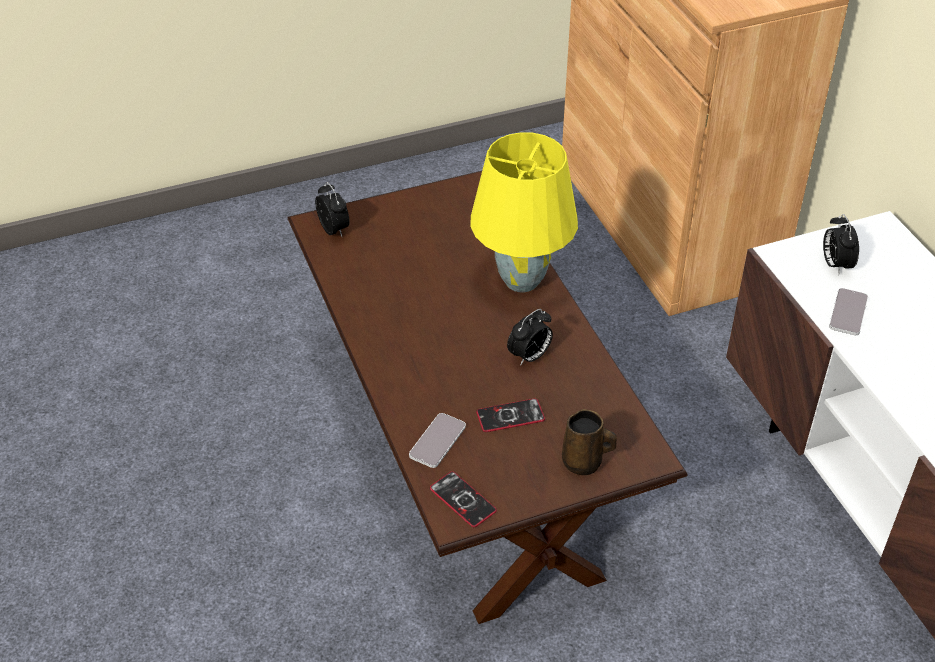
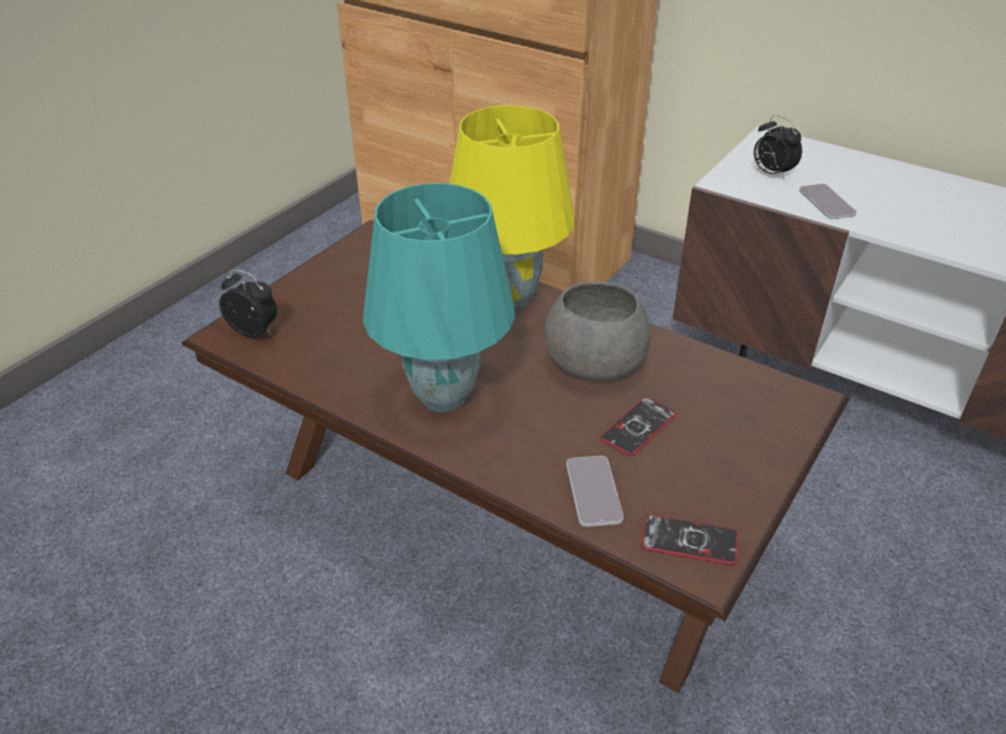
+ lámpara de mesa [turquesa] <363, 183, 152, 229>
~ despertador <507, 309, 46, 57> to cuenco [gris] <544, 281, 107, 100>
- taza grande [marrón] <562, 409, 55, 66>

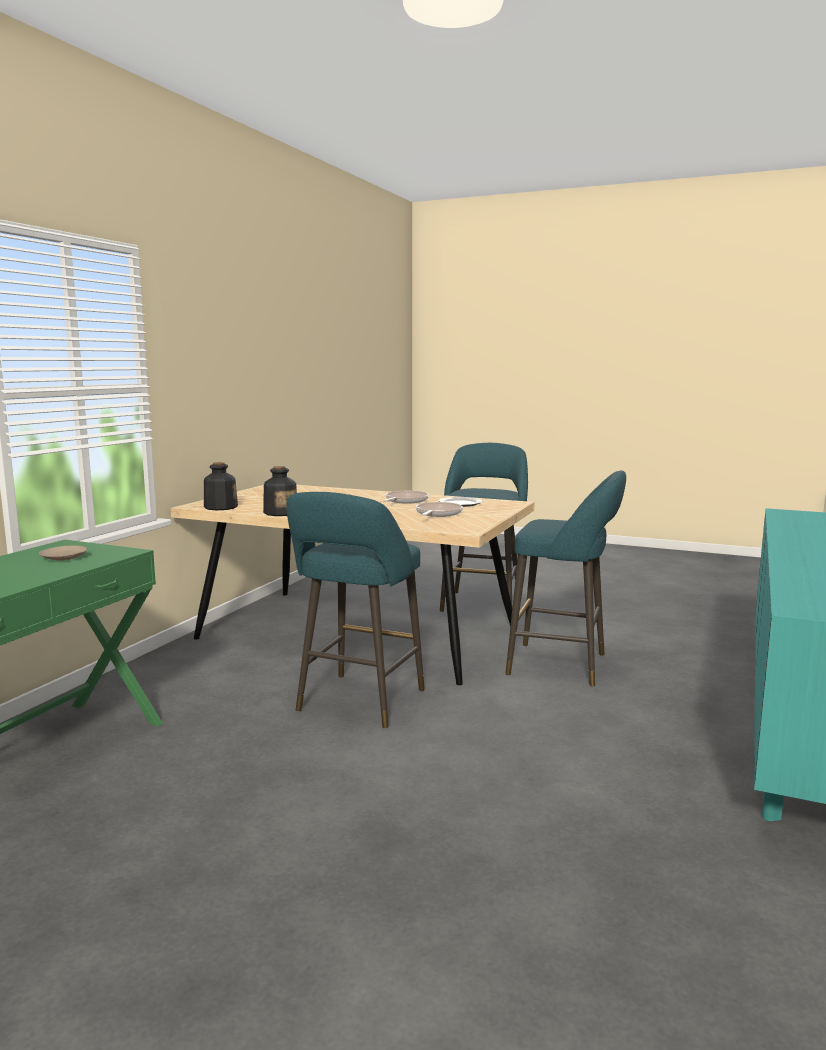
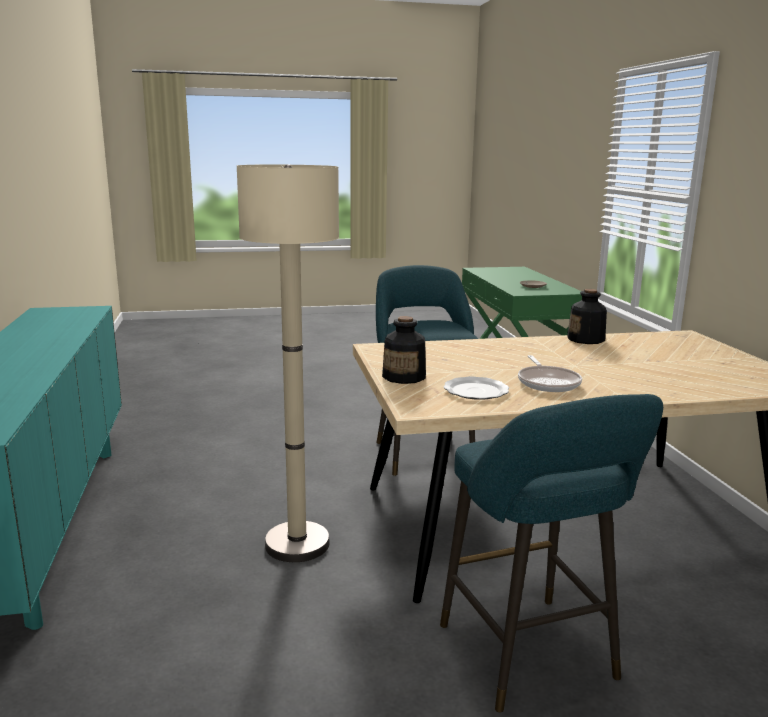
~ taburete [turquesa] <505, 470, 121, 216> to lámpara de pie [beis] <237, 164, 102, 398>
~ botella <204, 462, 34, 48> to <382, 316, 44, 68>
- sartén <416, 502, 47, 15>

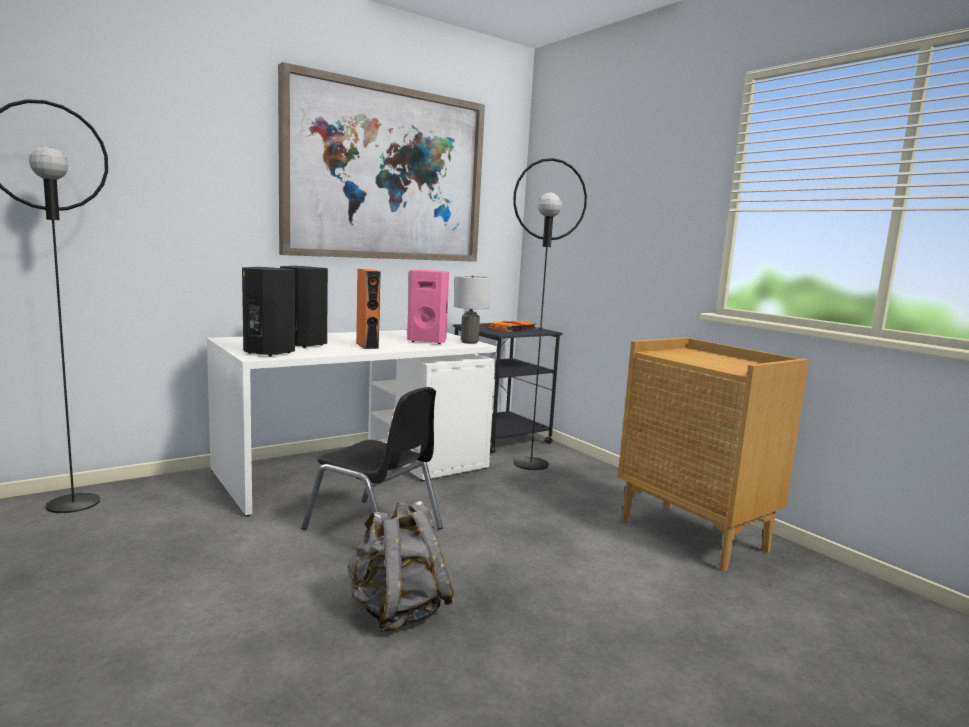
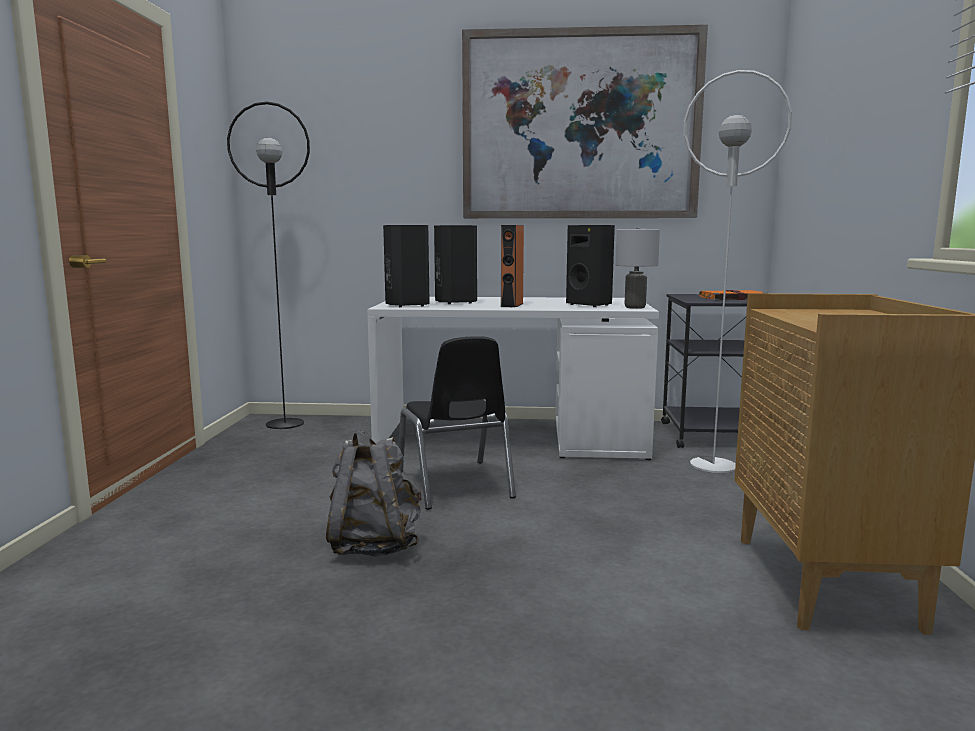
~ altavoz [rosa] <407, 270, 42, 74> to altavoz [negro] <566, 225, 49, 82>
~ lámpara de pie [negro] <513, 158, 74, 312> to lámpara de pie [blanco] <684, 70, 108, 403>

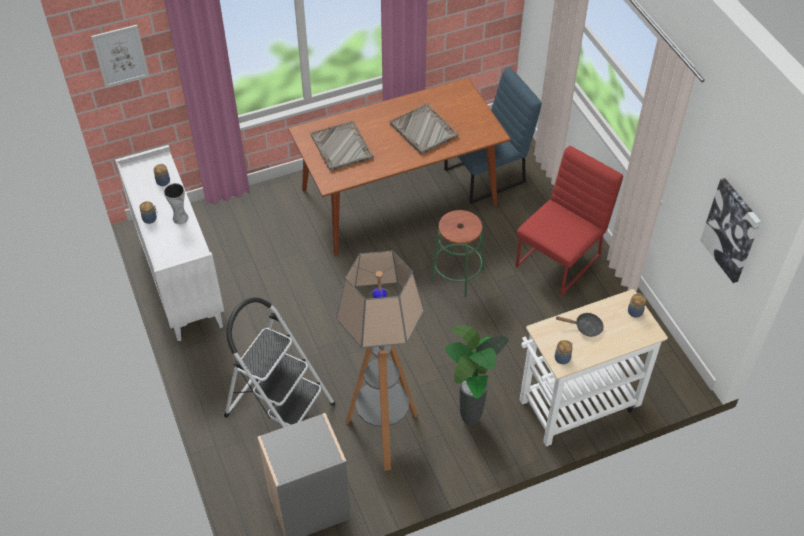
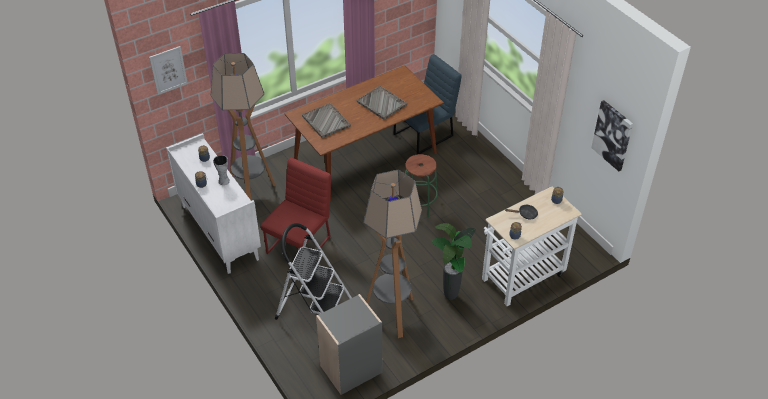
+ lámpara de pie <211, 53, 65, 148>
~ silla [rojo] <515, 146, 108, 149> to <261, 158, 70, 96>

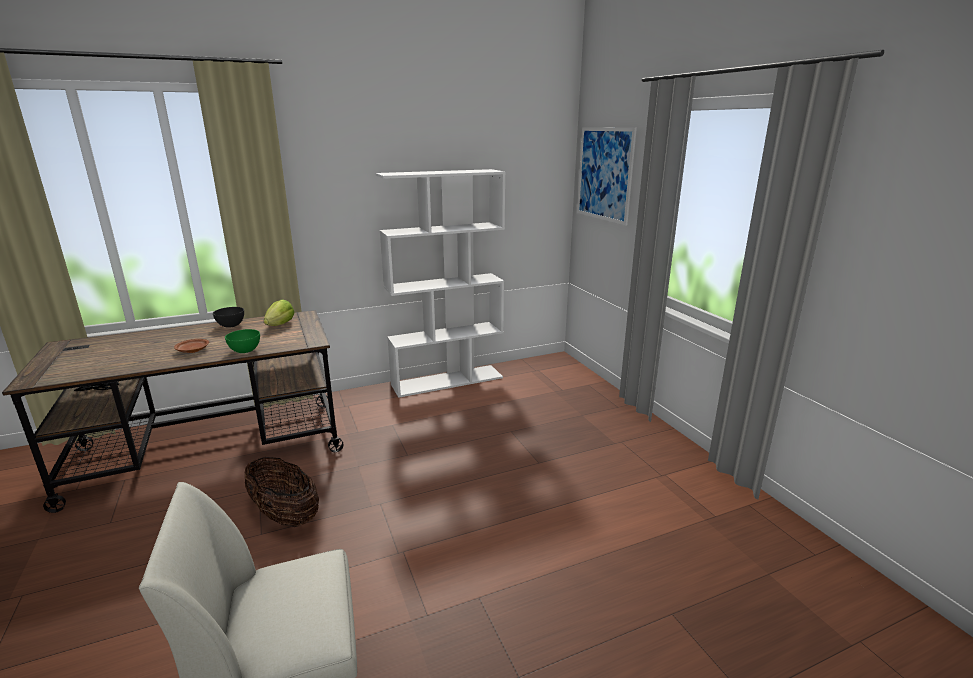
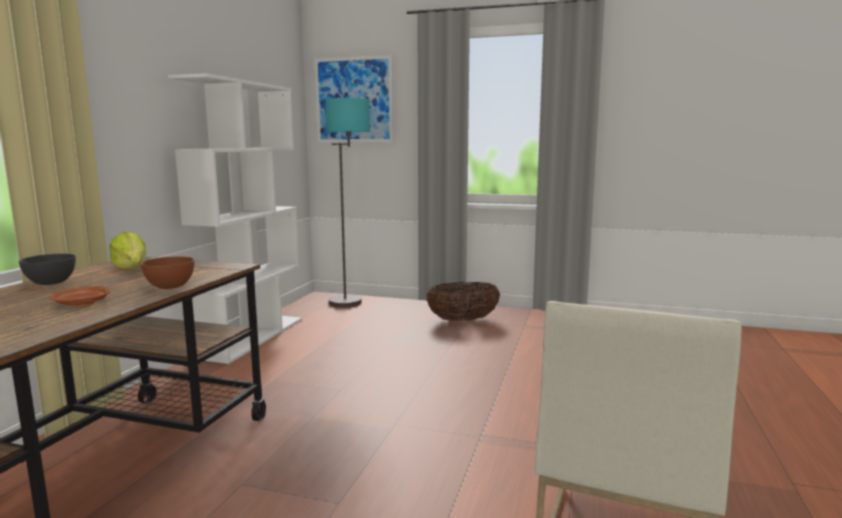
~ cuenco [verde] <225, 329, 35, 24> to cuenco [marrón] <141, 256, 53, 33>
+ lámpara de pie [turquesa] <326, 98, 44, 210>
~ cesta <245, 457, 74, 70> to <426, 282, 74, 39>

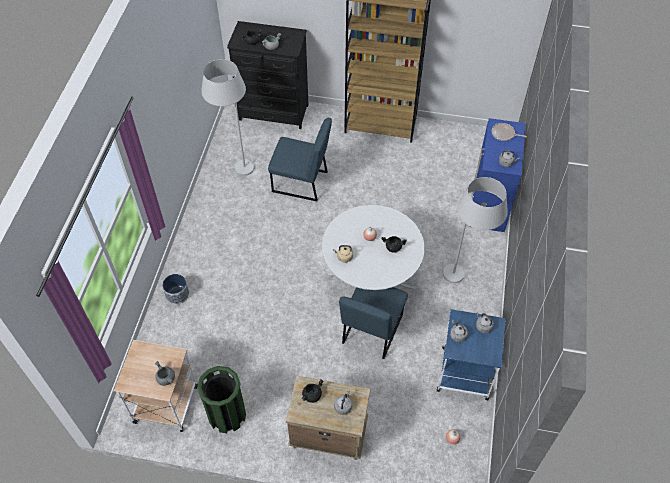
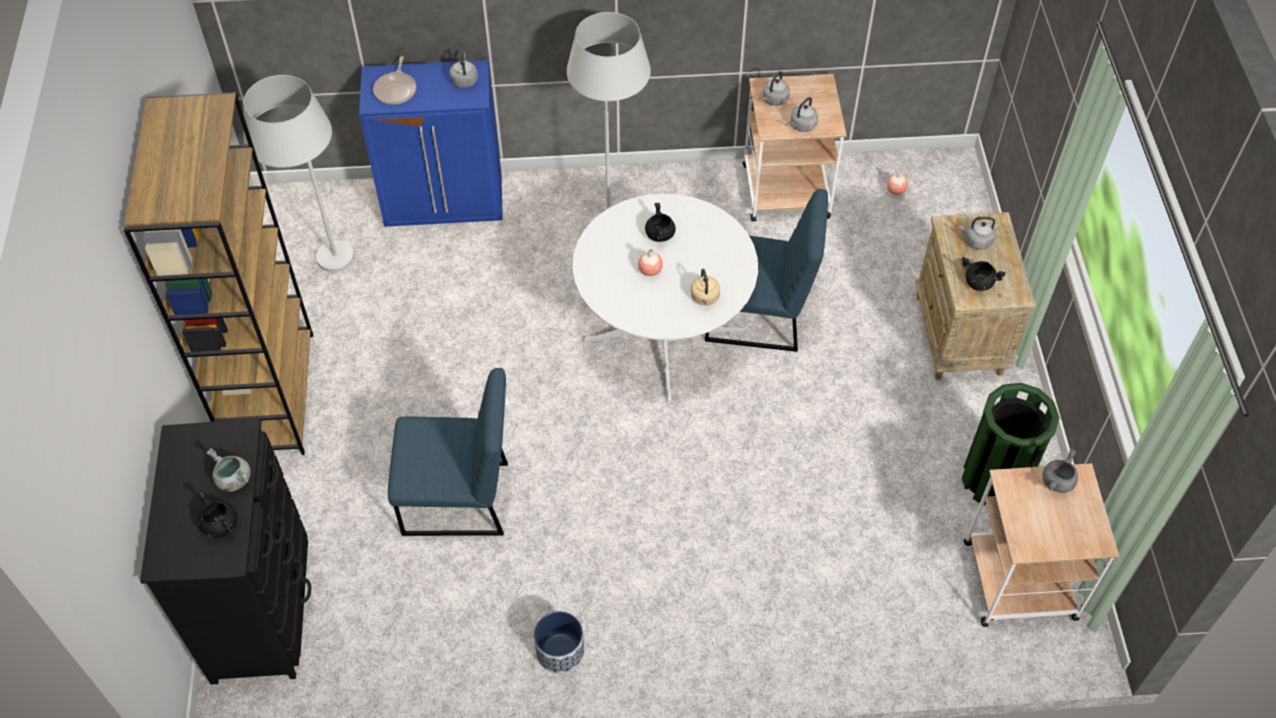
~ lámpara de pie [blanco] <201, 59, 53, 117> to <244, 75, 110, 197>
~ silla [azul] <268, 118, 64, 83> = <388, 368, 120, 168> 90 degrees clockwise
~ maceta <162, 274, 27, 31> to <534, 611, 50, 63>
~ carrito [azul] <437, 309, 69, 91> to carrito [beis] <743, 74, 104, 147>

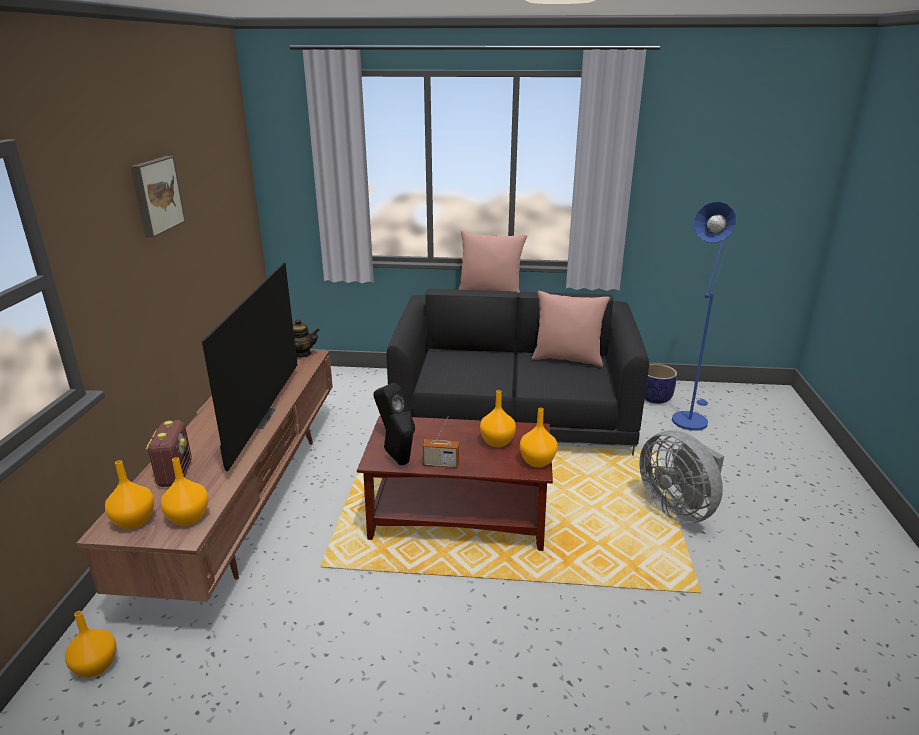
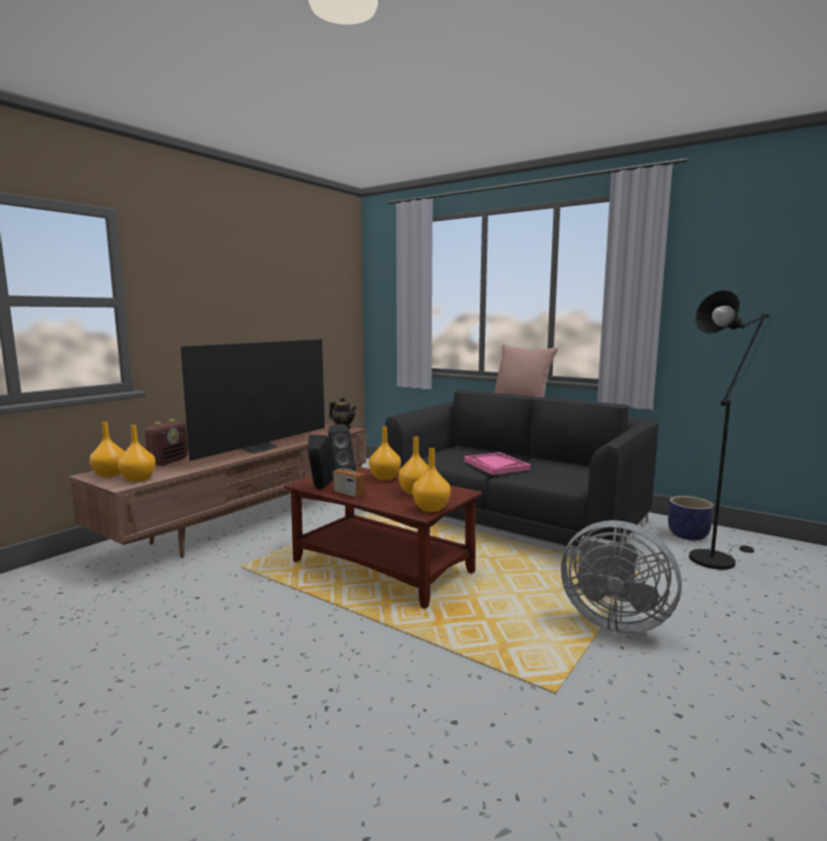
~ florero [naranja] <65, 611, 52, 67> to <369, 426, 32, 54>
+ bandeja [rosa] <464, 452, 67, 23>
~ ventilador [gris] <639, 430, 85, 93> = <561, 520, 121, 114> 60 degrees counterclockwise
~ lámpara de pie [azul] <672, 202, 65, 229> to lámpara de pie [negro] <689, 290, 82, 280>
- cuadro <131, 156, 55, 81>
- cojín [rosa] <532, 291, 78, 76>

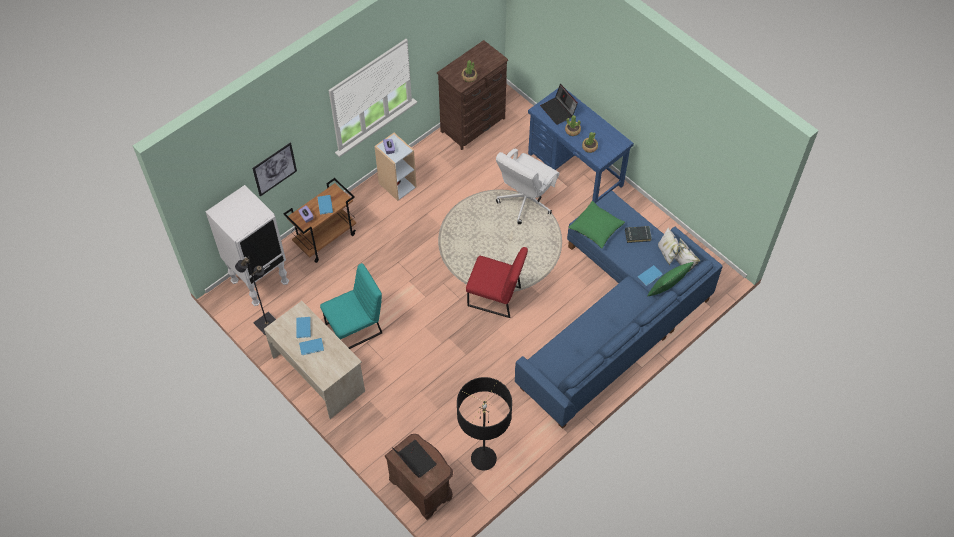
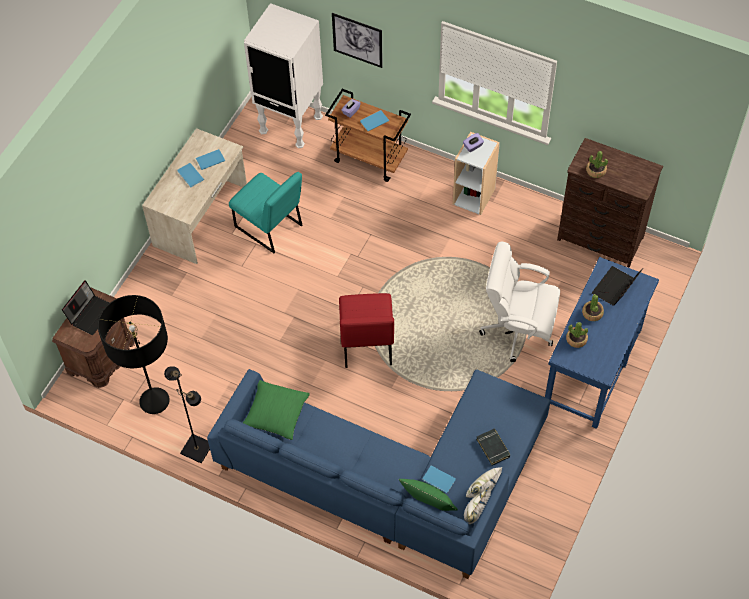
~ lámpara de pie [negro] <235, 256, 41, 79> to <164, 366, 46, 97>
~ cojín [verde] <568, 201, 57, 47> to <243, 380, 67, 60>

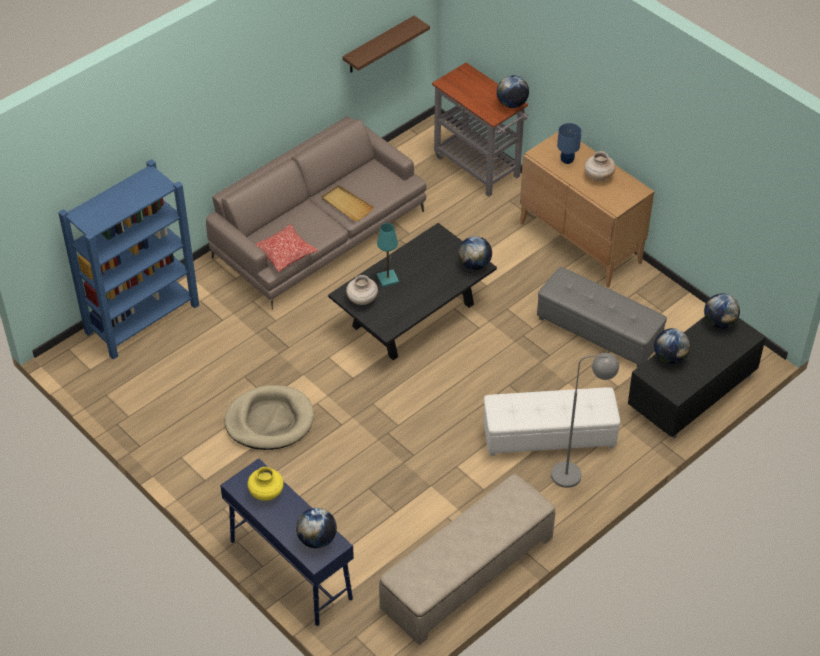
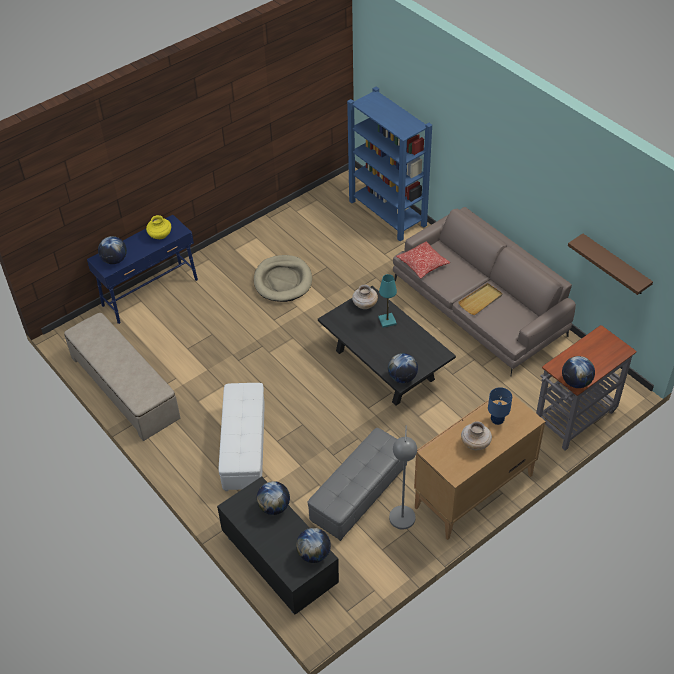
~ lámpara de pie [gris] <551, 353, 68, 135> to <389, 425, 28, 104>

